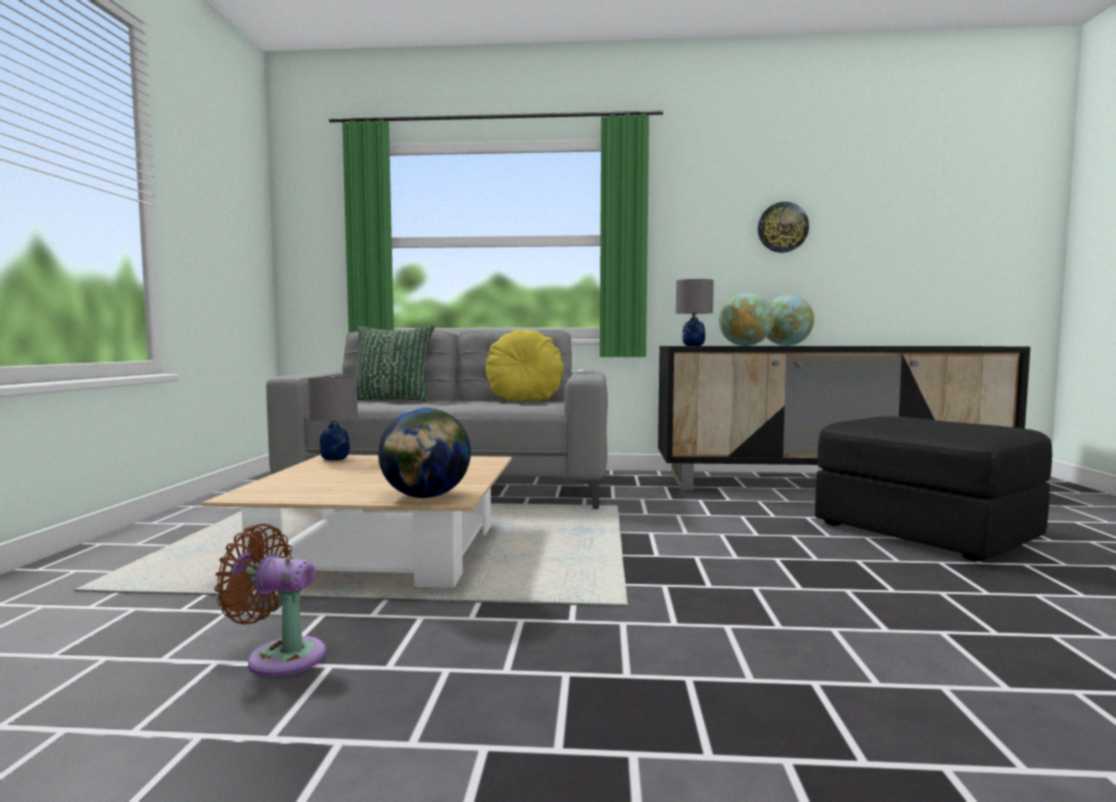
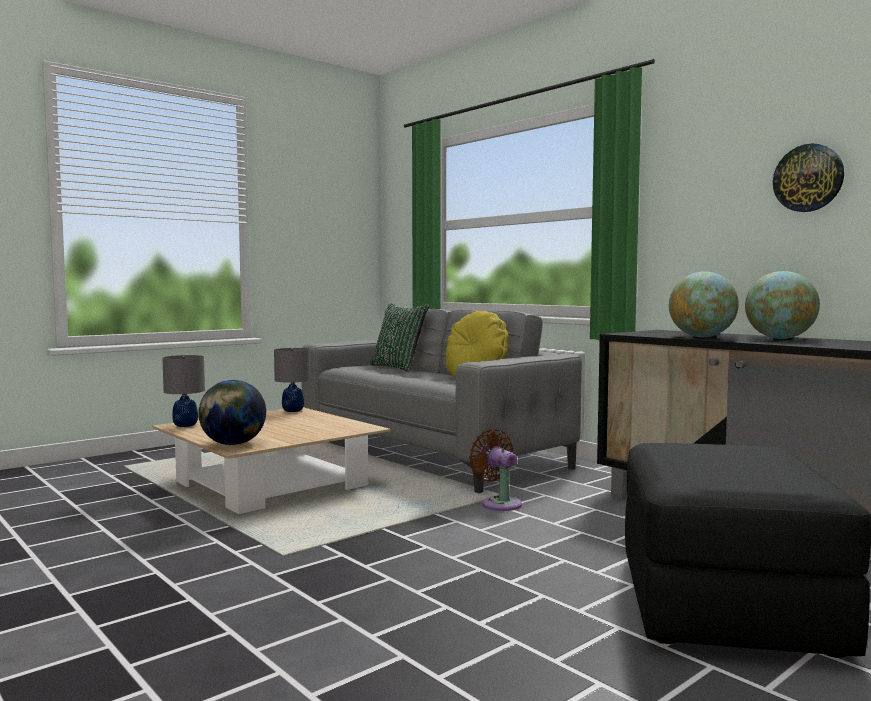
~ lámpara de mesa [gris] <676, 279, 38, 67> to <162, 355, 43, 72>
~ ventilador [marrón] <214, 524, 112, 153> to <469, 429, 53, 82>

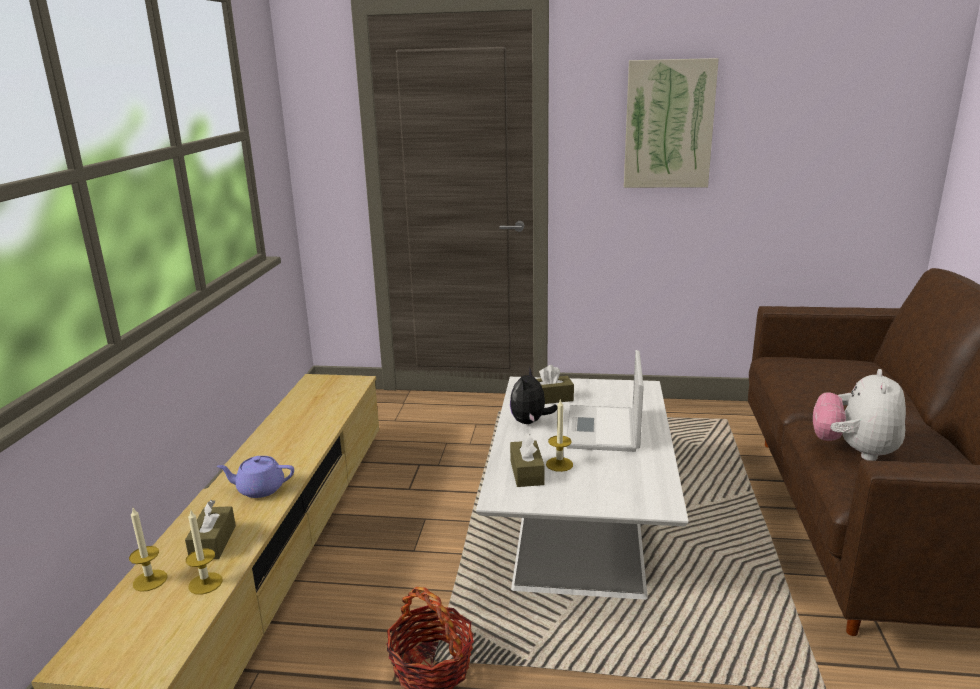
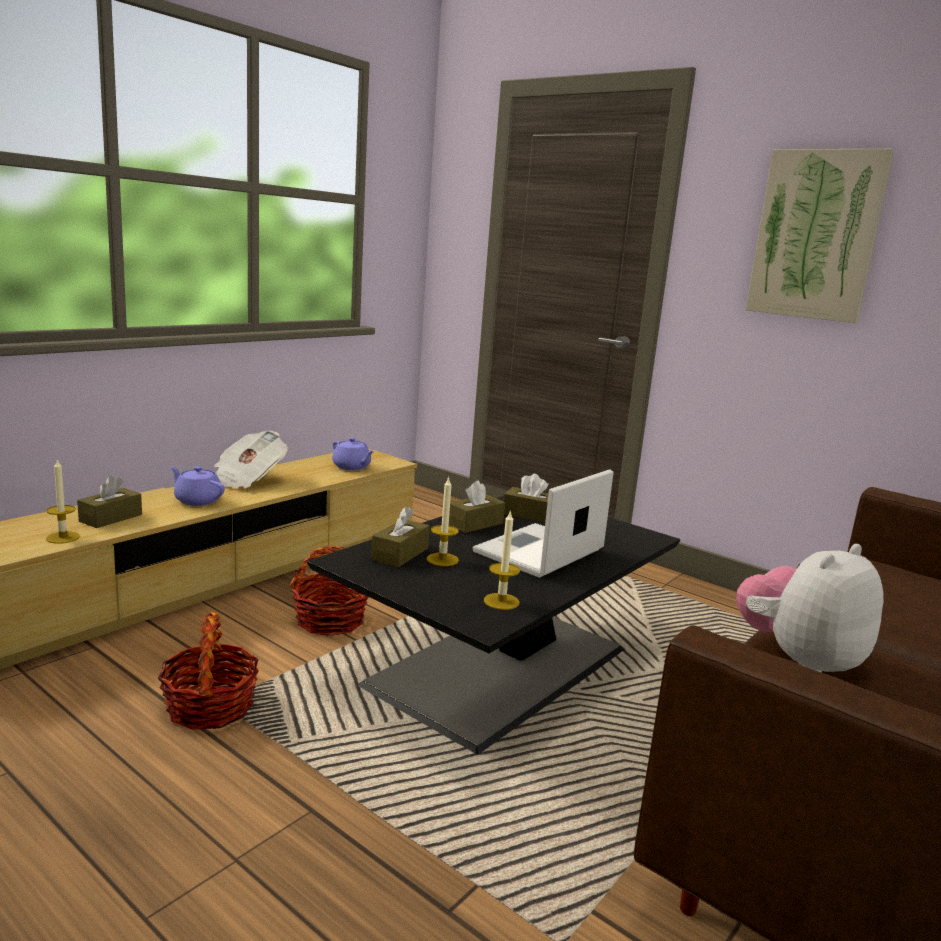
+ periódico <214, 431, 74, 57>
+ cesta <290, 545, 79, 91>
~ mesa de centro [blanco] <476, 377, 213, 223> to mesa de centro [negro] <307, 496, 373, 258>
+ tetera [morado] <332, 437, 43, 33>
~ peluche <510, 368, 47, 56> to caja de pañuelos [marrón] <449, 480, 56, 53>
~ vela <129, 508, 39, 84> to <484, 510, 36, 100>

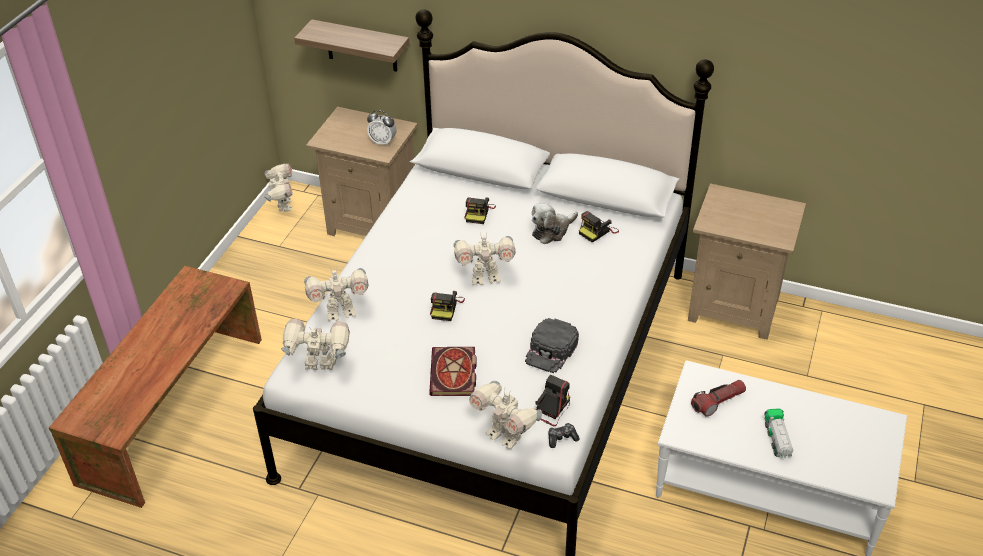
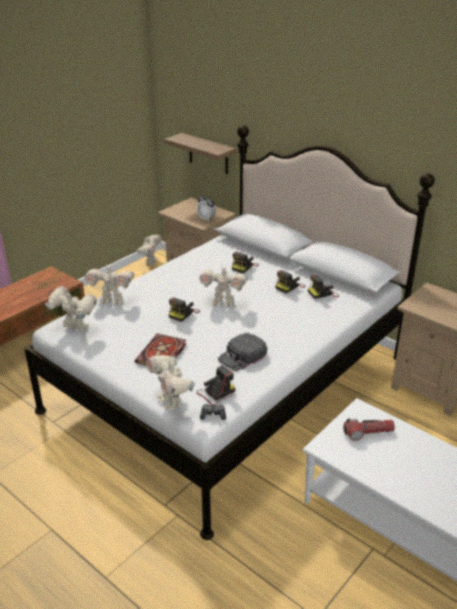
~ peluche <532, 203, 46, 41> to cámara <275, 270, 30, 23>
- camión de juguete <764, 409, 29, 49>

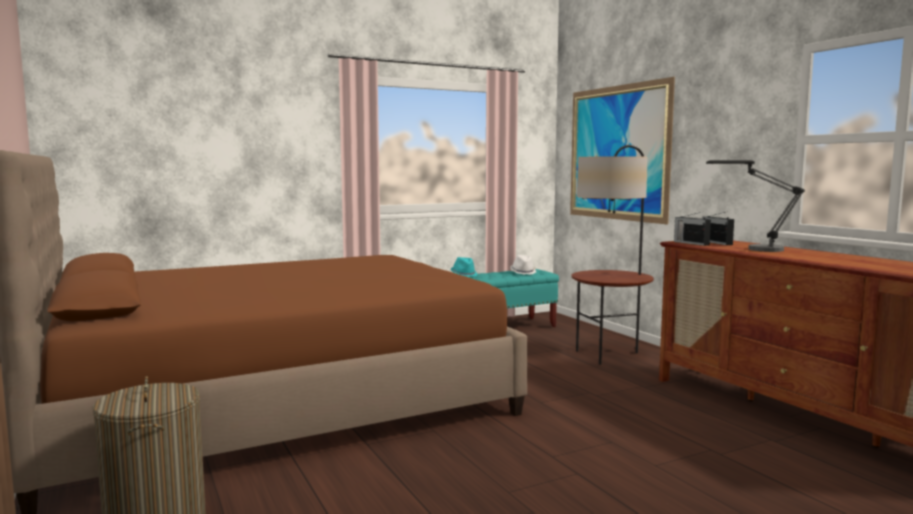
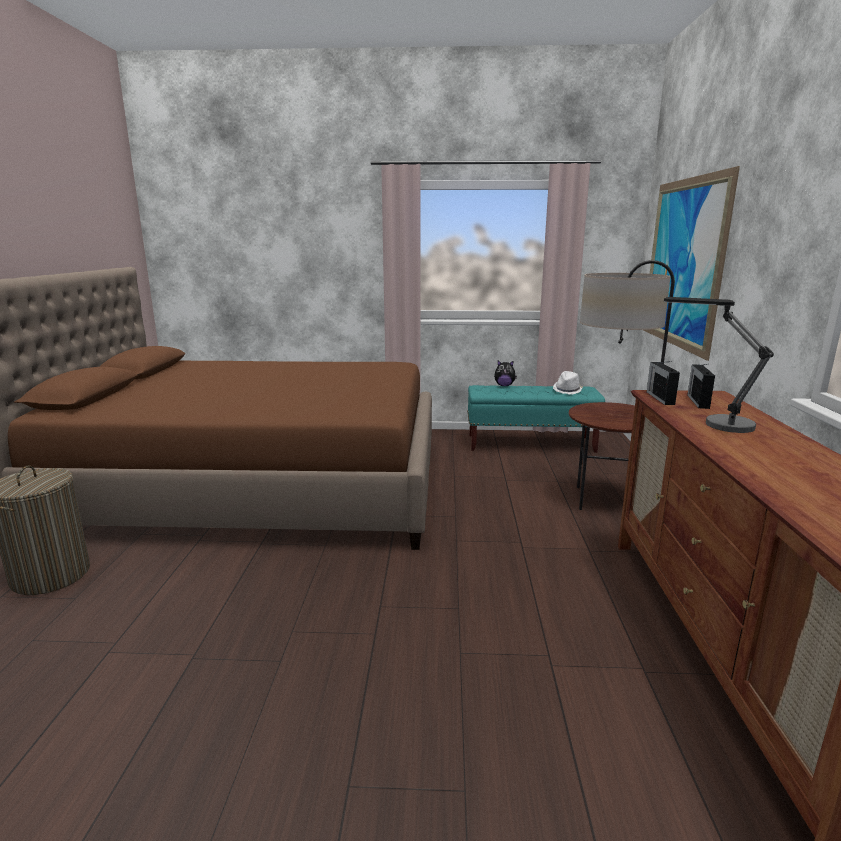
~ sombrero [turquesa] <451, 257, 27, 20> to peluche <494, 361, 23, 25>

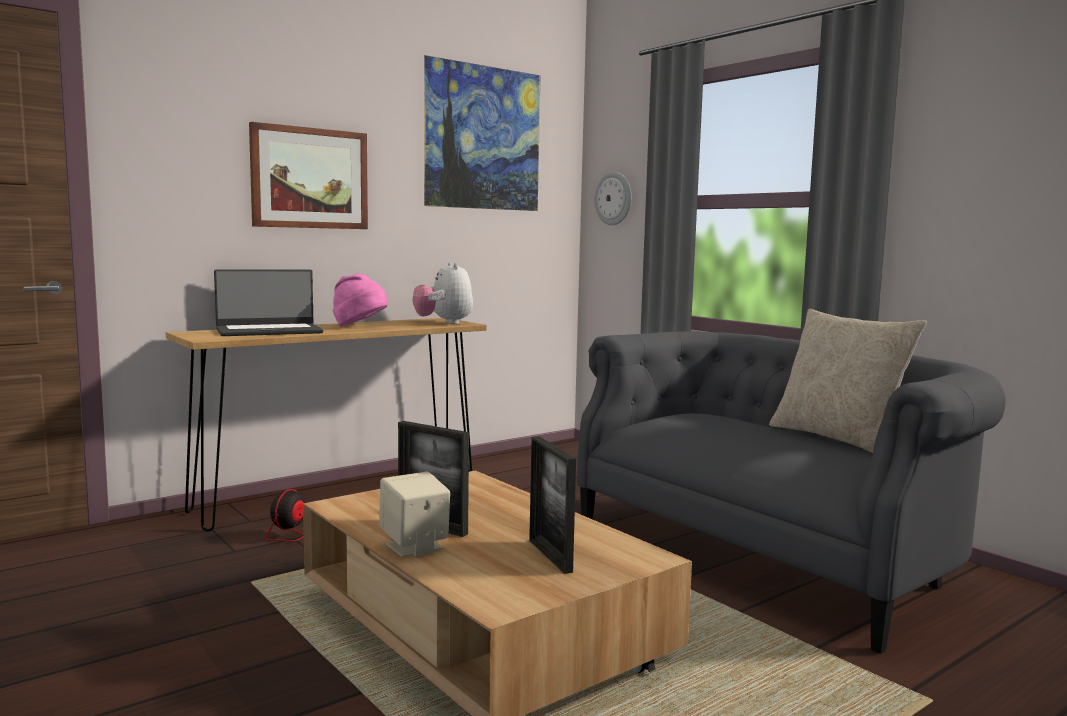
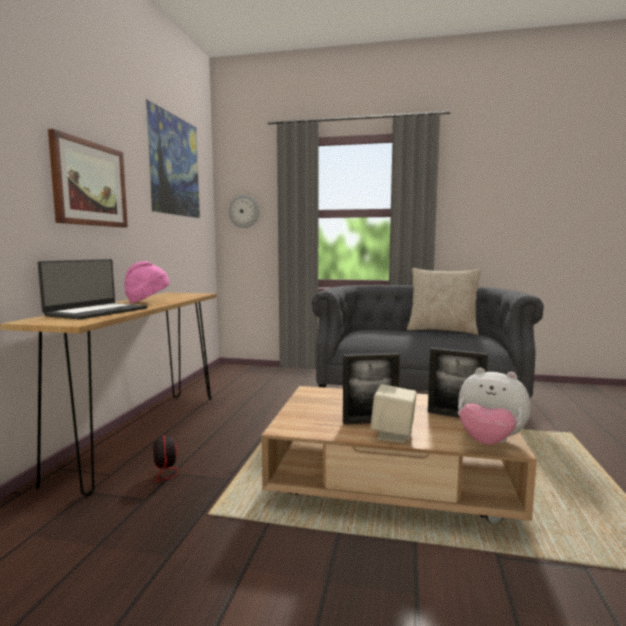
~ peluche <412, 262, 61, 62> to <458, 368, 73, 77>

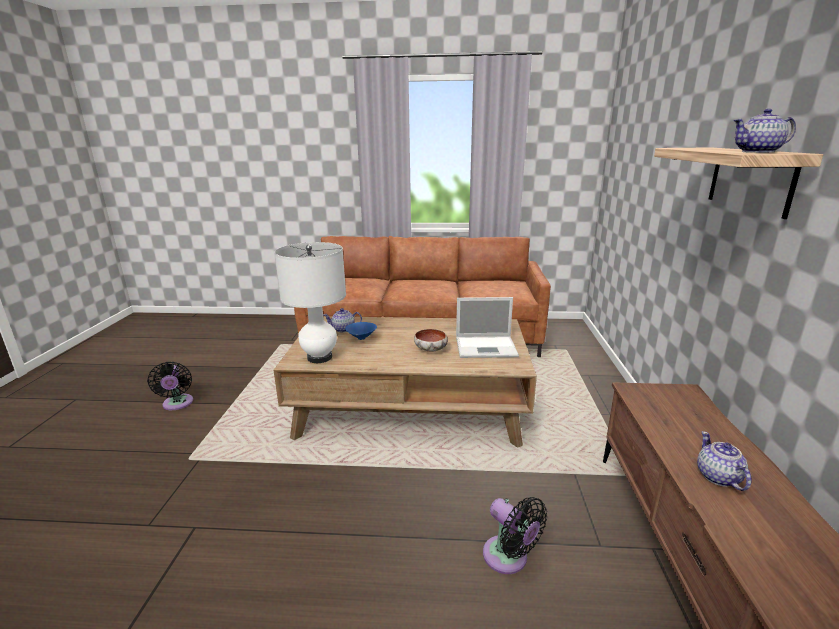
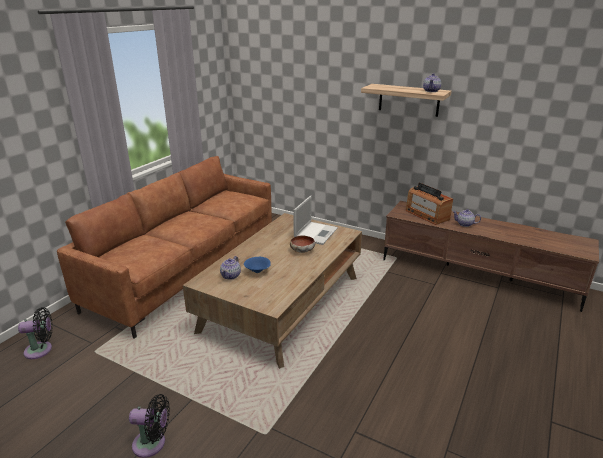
~ ventilador [negro] <483, 497, 64, 77> to <18, 307, 35, 52>
+ radio <406, 183, 47, 42>
- lámpara de mesa [blanco] <275, 242, 71, 121>

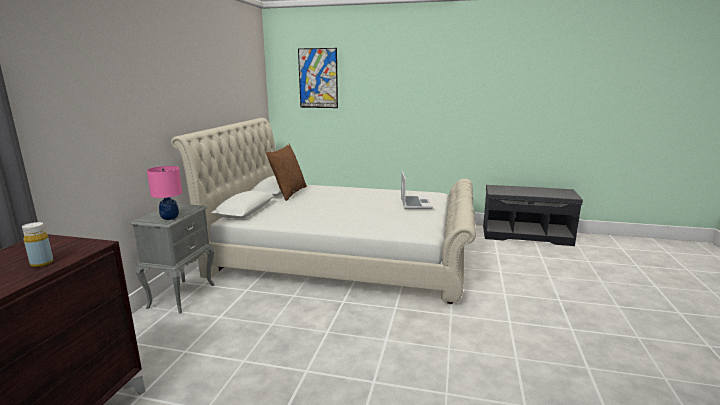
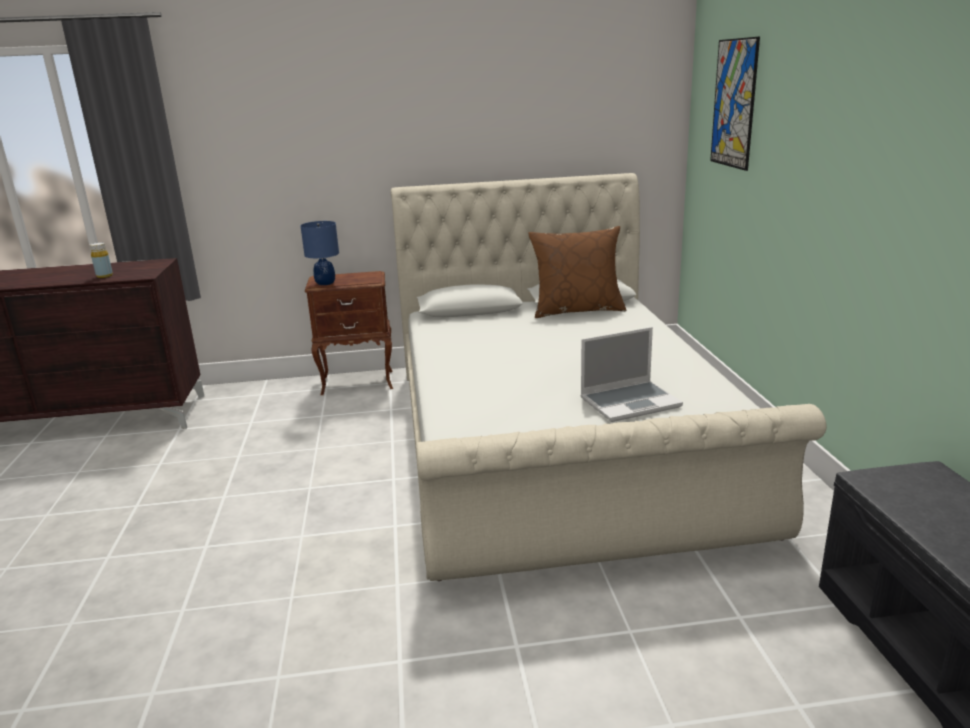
~ lámpara de mesa [rosa] <147, 166, 35, 54> to lámpara de mesa [azul] <301, 221, 38, 64>
~ mesita de noche [gris] <130, 204, 85, 110> to mesita de noche [marrón] <305, 271, 88, 125>

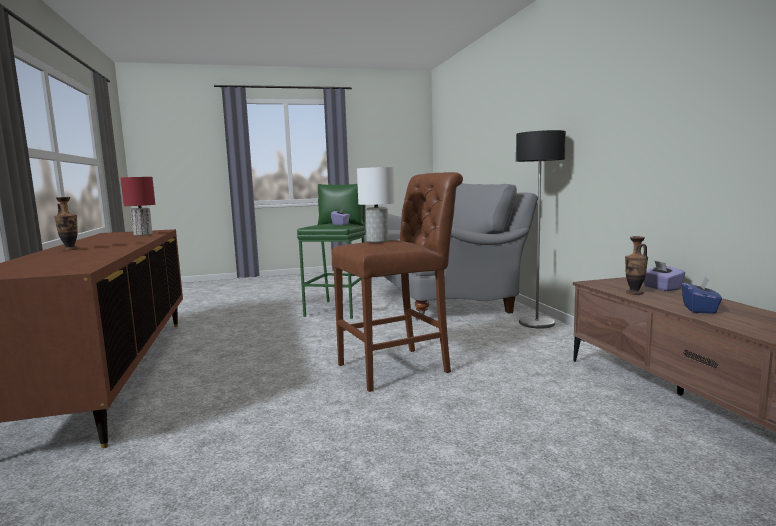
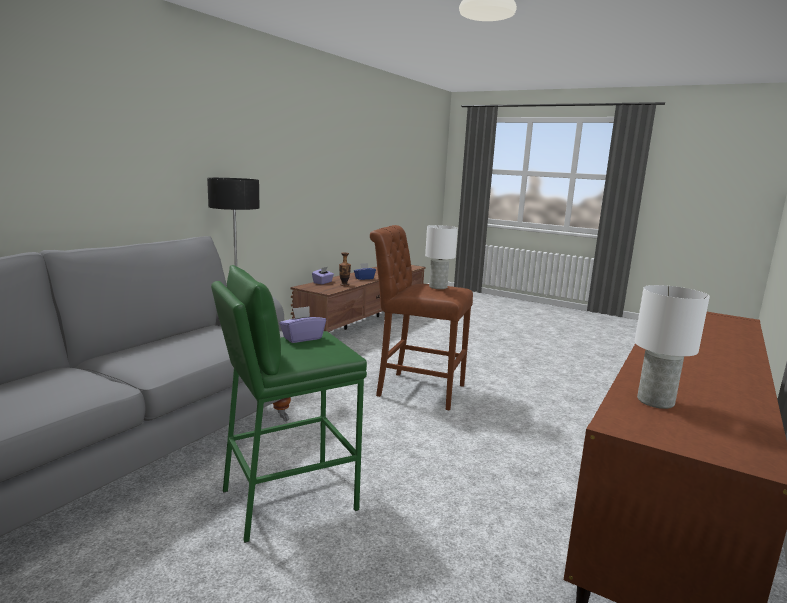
~ lámpara de mesa [rojo] <121, 177, 34, 59> to lámpara de mesa [blanco] <635, 285, 75, 124>
- florero <54, 197, 25, 54>

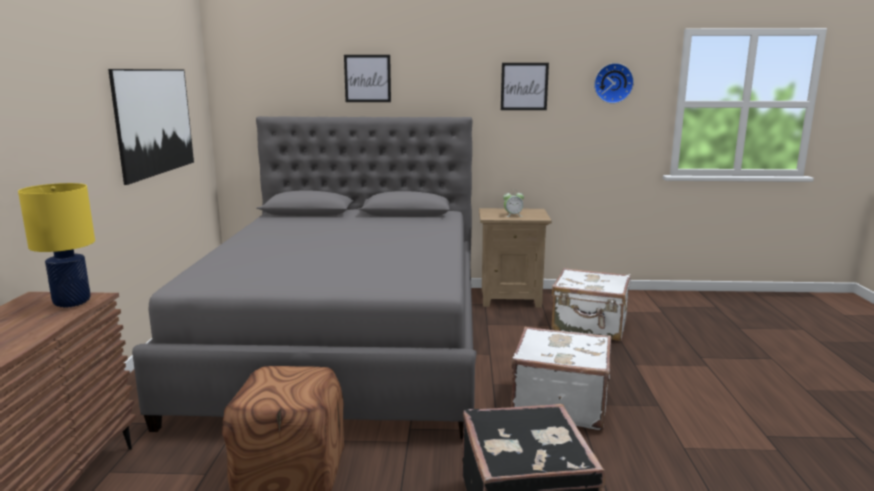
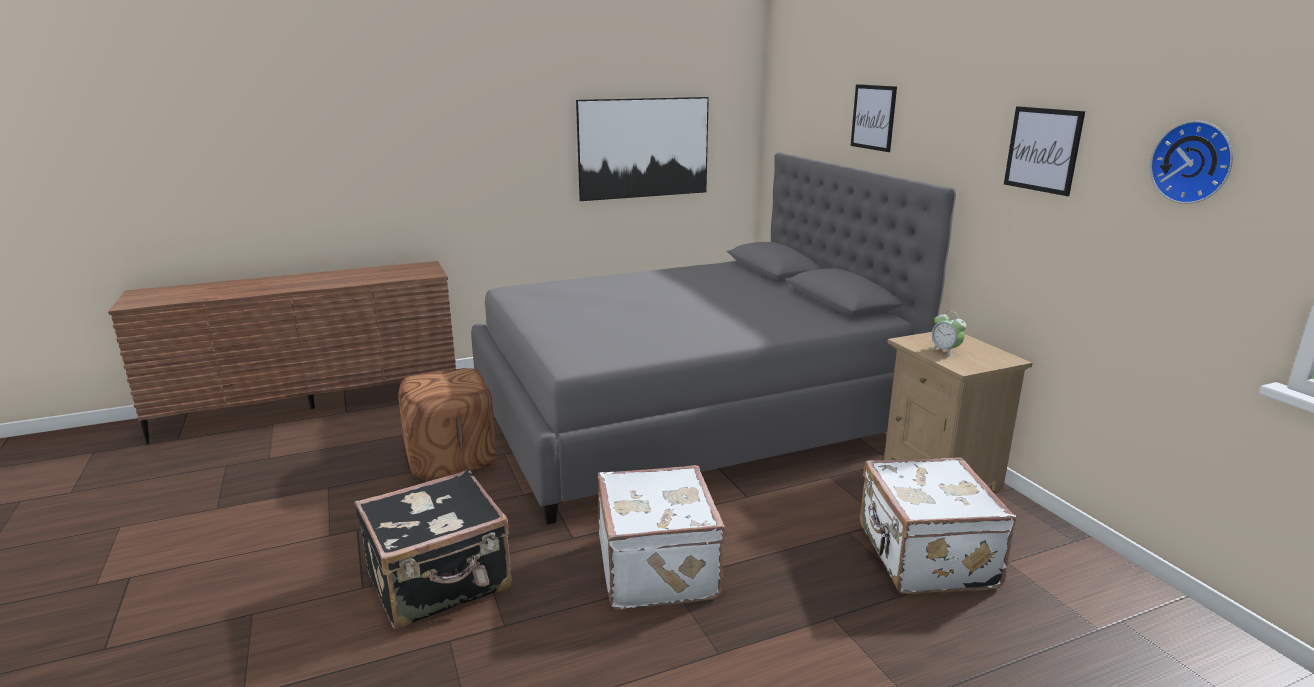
- lámpara de mesa [amarillo] <18, 183, 77, 125>

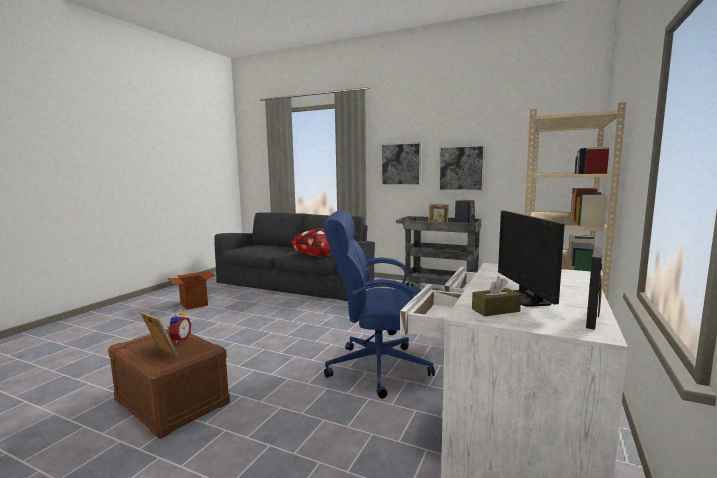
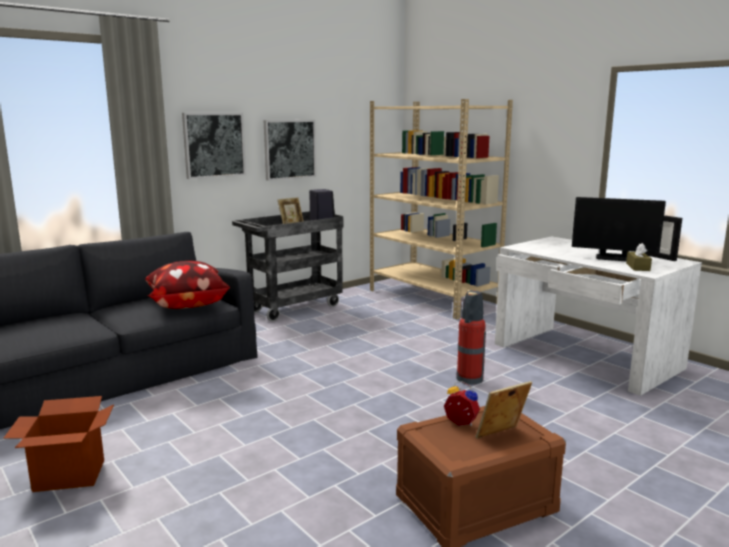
~ silla de oficina [azul] <323, 210, 112, 188> to extintor <456, 290, 30, 94>

